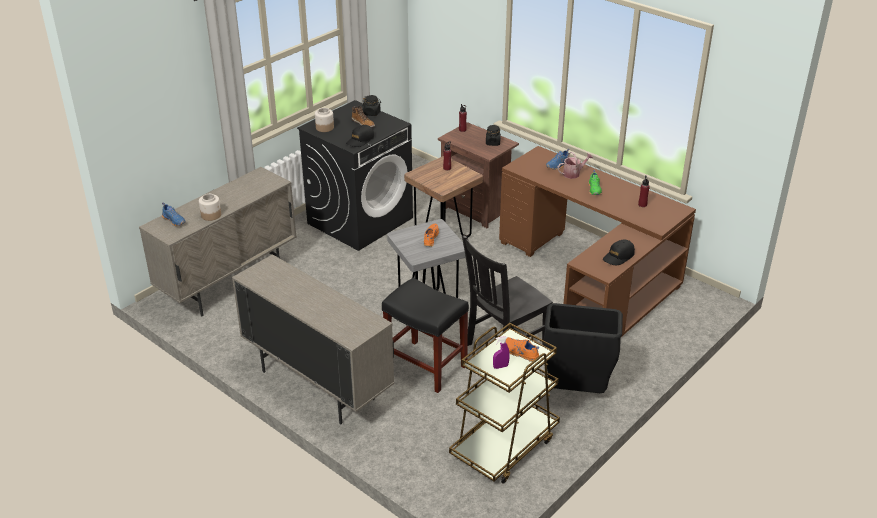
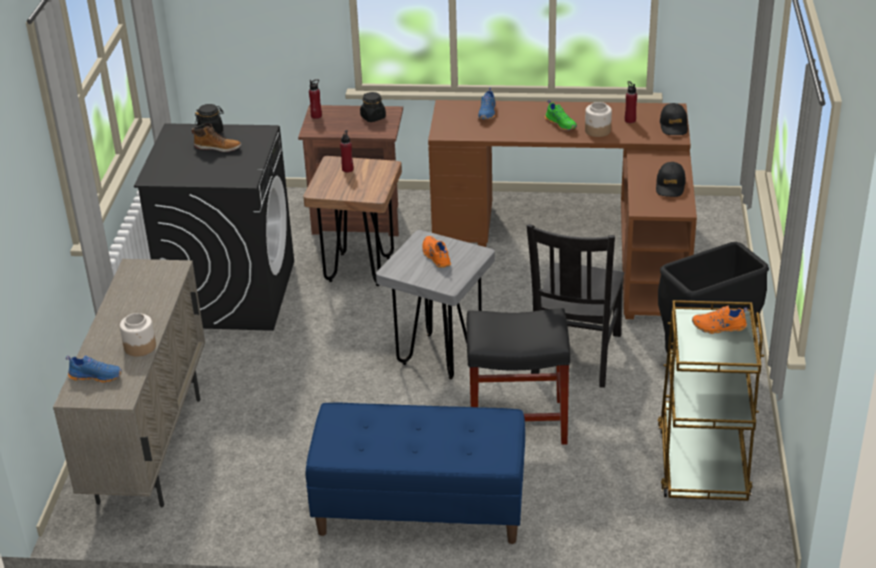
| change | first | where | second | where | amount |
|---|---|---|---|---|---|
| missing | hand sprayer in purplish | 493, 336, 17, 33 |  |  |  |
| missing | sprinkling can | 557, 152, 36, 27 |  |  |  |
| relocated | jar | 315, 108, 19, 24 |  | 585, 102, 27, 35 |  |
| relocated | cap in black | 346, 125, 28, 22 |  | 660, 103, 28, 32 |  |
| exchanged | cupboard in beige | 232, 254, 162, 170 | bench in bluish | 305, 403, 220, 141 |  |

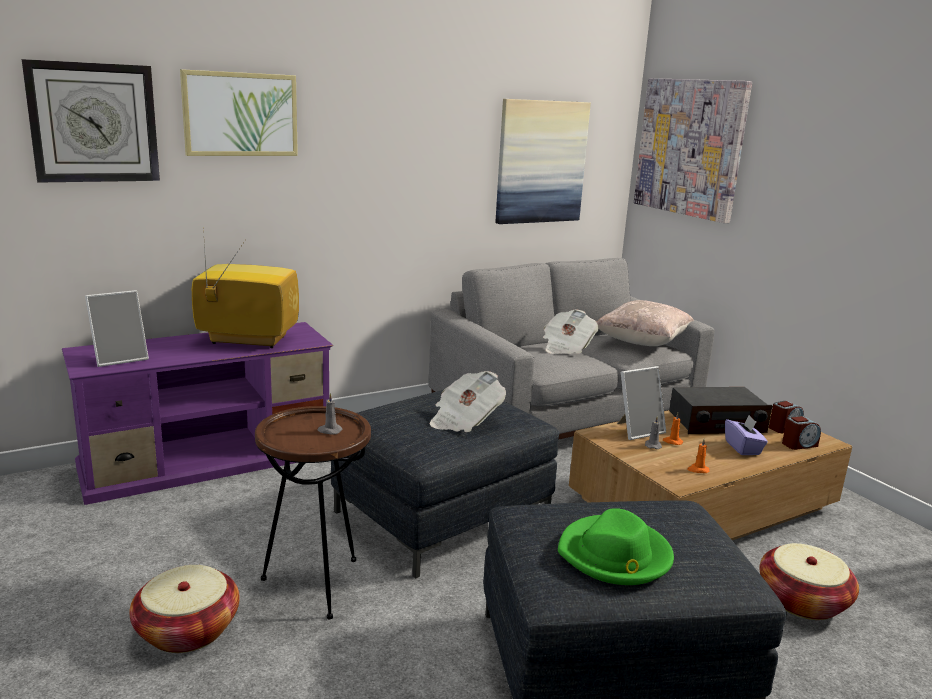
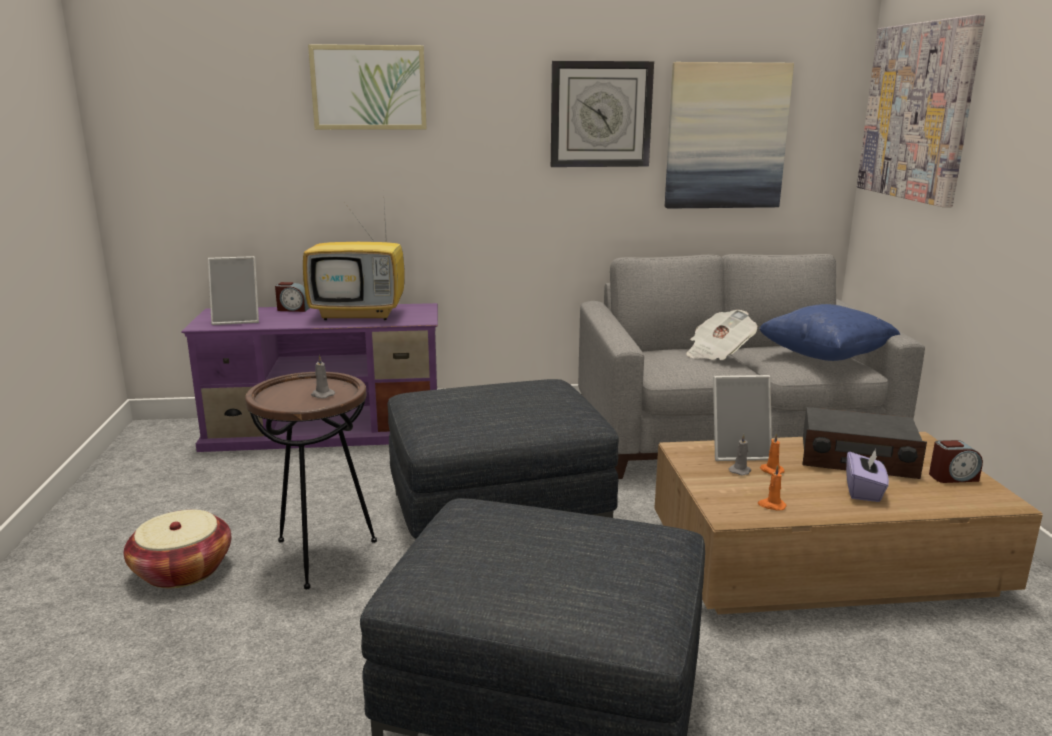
| change | first | where | second | where | amount |
|---|---|---|---|---|---|
| missing | newspaper | 430, 371, 76, 61 |  |  |  |
| missing | wearable hat in green-coloured | 558, 508, 116, 77 |  |  |  |
| missing | basket | 759, 543, 100, 77 |  |  |  |
| relocated | hanging clock | 22, 59, 138, 124 |  | 551, 61, 103, 106 |  |
| relocated | bedside clock | 782, 416, 39, 34 |  | 275, 282, 35, 30 |  |
| colour | cushion in beige | 596, 300, 98, 46 | cushion in bluish | 759, 304, 141, 57 |  |
| spun | TV set | 192, 228, 107, 120 |  | 303, 188, 102, 132 | 150 degrees clockwise |

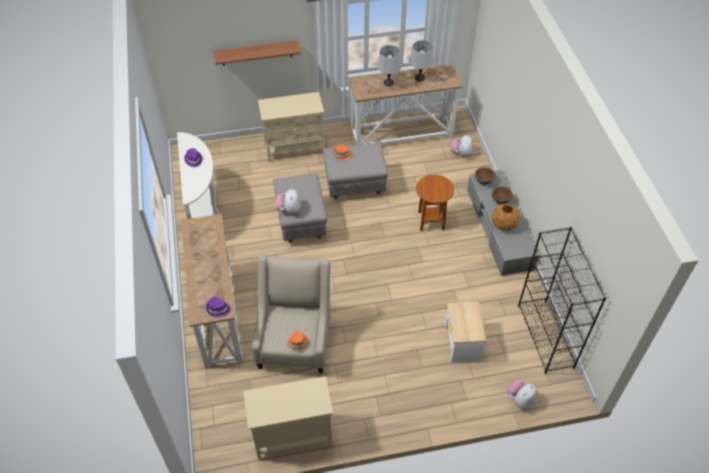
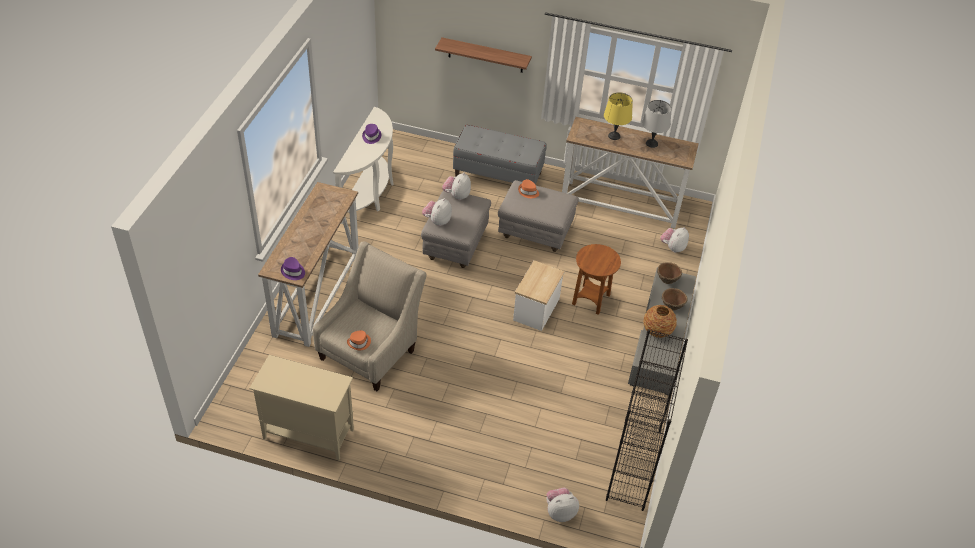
| change | first | where | second | where | amount |
|---|---|---|---|---|---|
| appeared |  |  | plush toy | 442, 173, 29, 27 |  |
| relocated | accent table | 445, 302, 41, 61 |  | 513, 260, 52, 71 |  |
| exchanged | cupboard in beige | 258, 92, 66, 70 | bench in greyish | 453, 125, 93, 60 |  |
| colour | lamp for a table in greyish | 377, 45, 25, 41 | lamp for a table in yellow-coloured | 604, 92, 29, 48 |  |

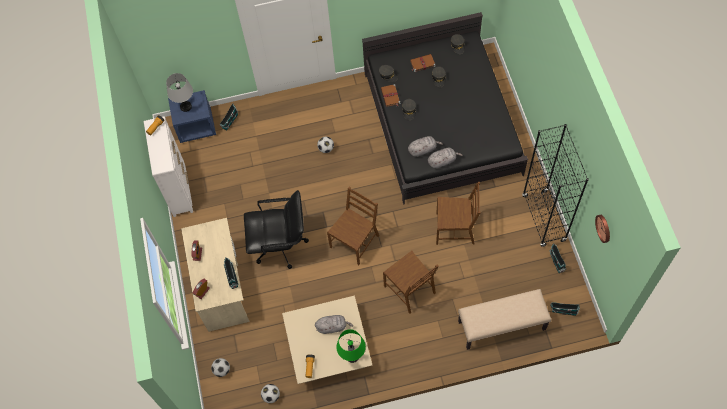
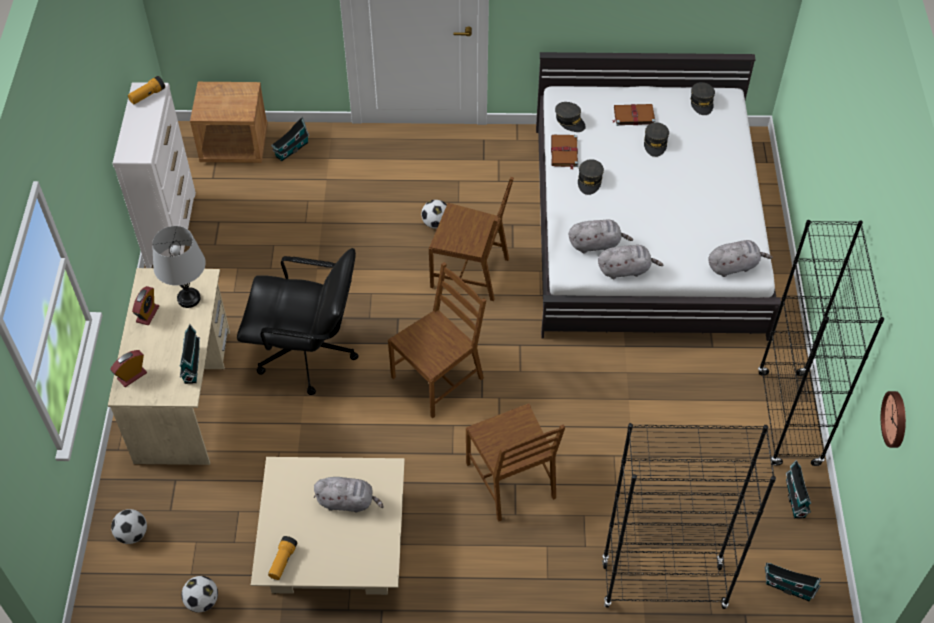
| change | first | where | second | where | amount |
|---|---|---|---|---|---|
| missing | lamp for a table in green-coloured | 336, 329, 30, 34 |  |  |  |
| appeared |  |  | plush toy in greyish | 708, 240, 65, 37 |  |
| relocated | lamp for a table in greyish | 166, 73, 27, 39 |  | 152, 226, 54, 82 |  |
| relocated | chair in brownish | 436, 182, 44, 63 |  | 429, 177, 85, 124 |  |
| exchanged | bench in beige | 458, 289, 93, 61 | shelving unit in black | 602, 423, 174, 186 |  |
| colour | nightstand in bluish | 168, 90, 48, 53 | nightstand in brownish | 190, 82, 78, 81 |  |
| colour | bedroom bed in black | 362, 12, 166, 193 | bedroom bed in white-coloured | 536, 52, 245, 289 |  |

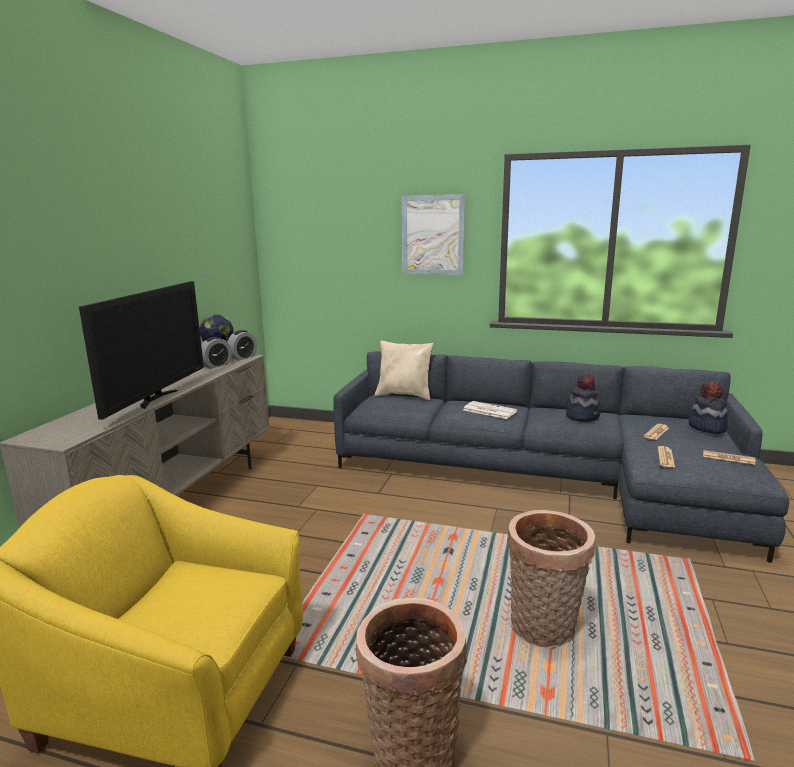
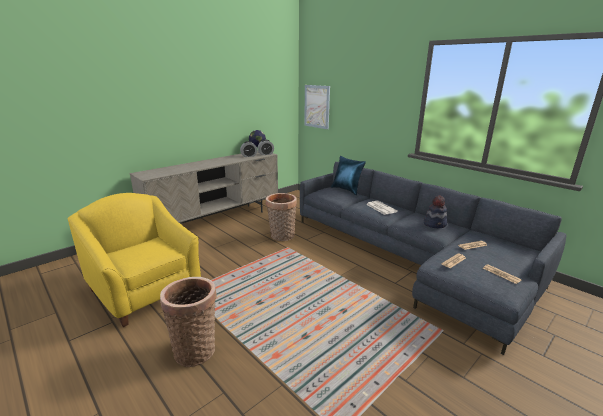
| change | first | where | second | where | amount |
|---|---|---|---|---|---|
| missing | TV set | 79, 281, 125, 139 |  |  |  |
| missing | wearable hat | 689, 381, 39, 53 |  |  |  |
| relocated | wall art | 402, 194, 63, 81 |  | 304, 85, 26, 44 |  |
| relocated | basket | 507, 510, 88, 138 |  | 266, 193, 31, 48 |  |
| colour | cushion in beige | 374, 341, 60, 59 | cushion in bluish | 331, 156, 35, 39 |  |

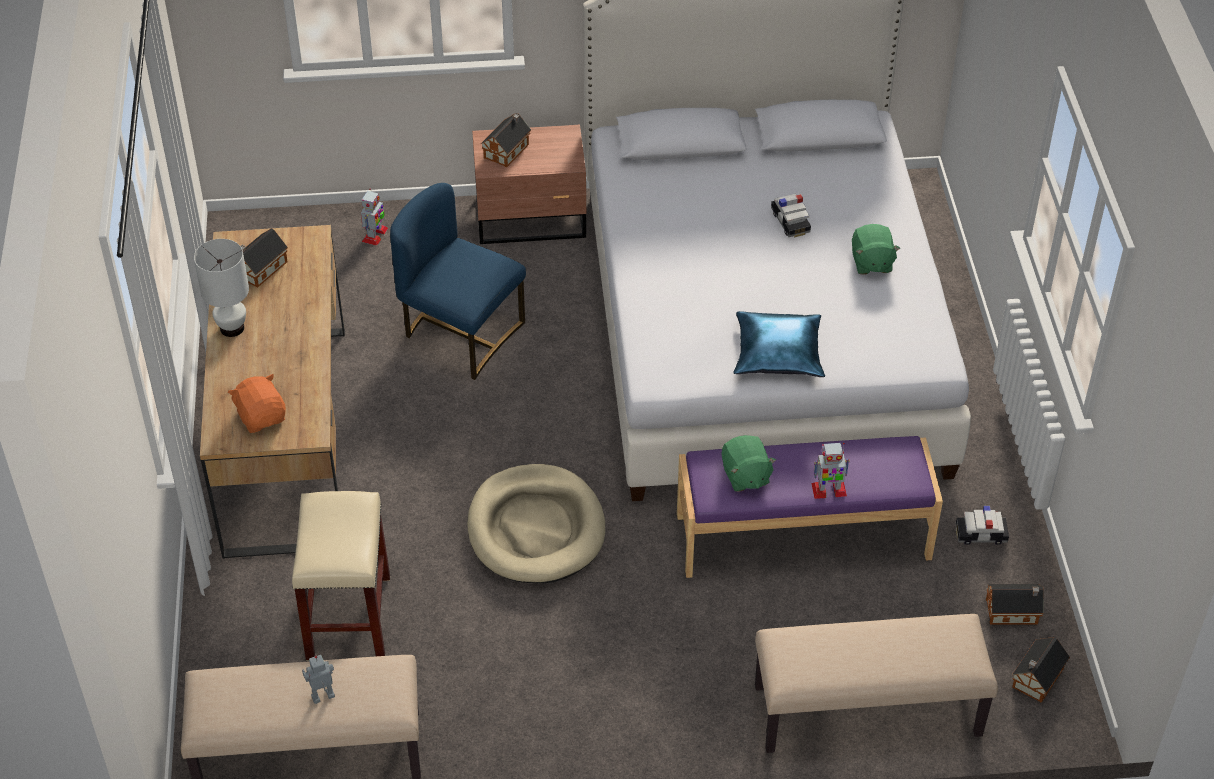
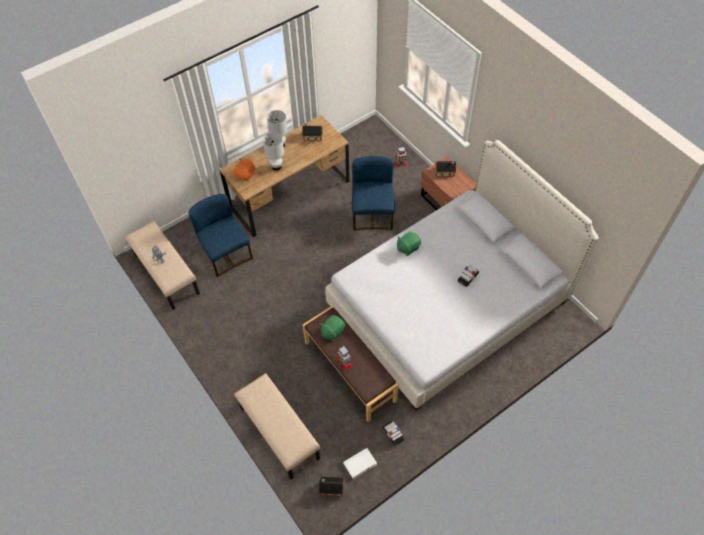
| change | first | where | second | where | amount |
|---|---|---|---|---|---|
| missing | dog bed in beige | 467, 464, 138, 119 |  |  |  |
| missing | cushion in bluish | 734, 311, 91, 66 |  |  |  |
| appeared |  |  | lamp for a table in white-coloured | 263, 132, 21, 39 |  |
| relocated | plush toy in green-coloured | 852, 224, 48, 51 |  | 397, 232, 24, 24 |  |
| exchanged | stool in beige | 292, 491, 98, 169 | chair in bluish | 189, 194, 64, 83 |  |
| exchanged | toy house | 986, 584, 58, 41 | book in white-coloured | 343, 448, 34, 31 |  |
| colour | bench in purplish | 677, 436, 266, 142 | bench in brownish | 303, 306, 96, 116 |  |

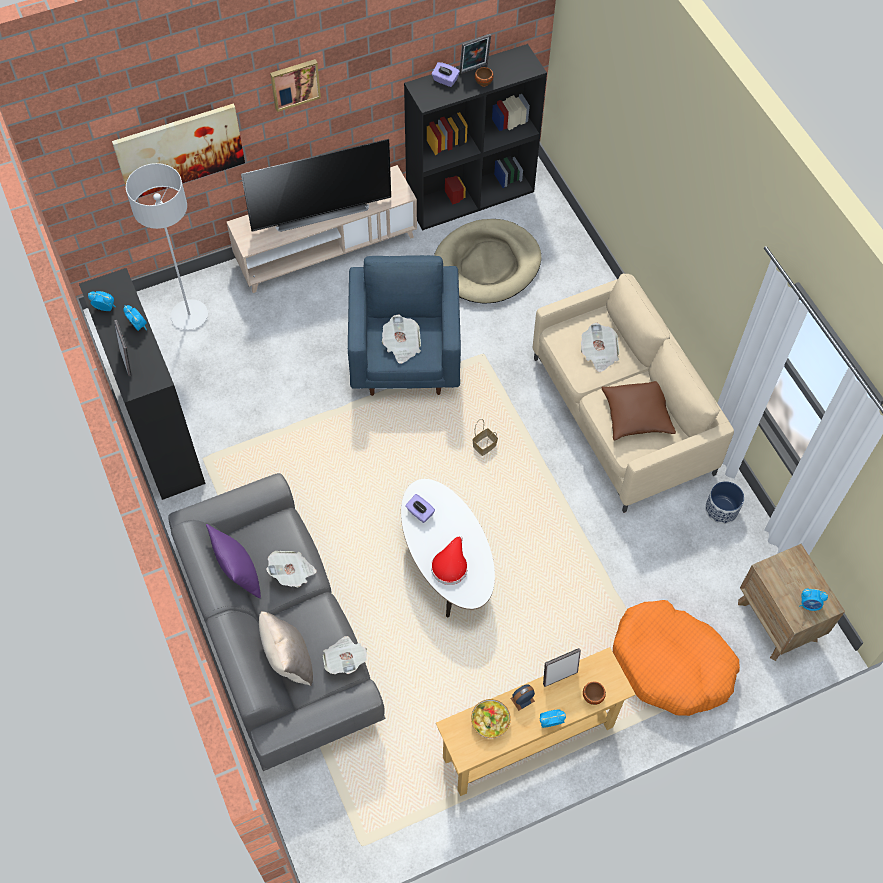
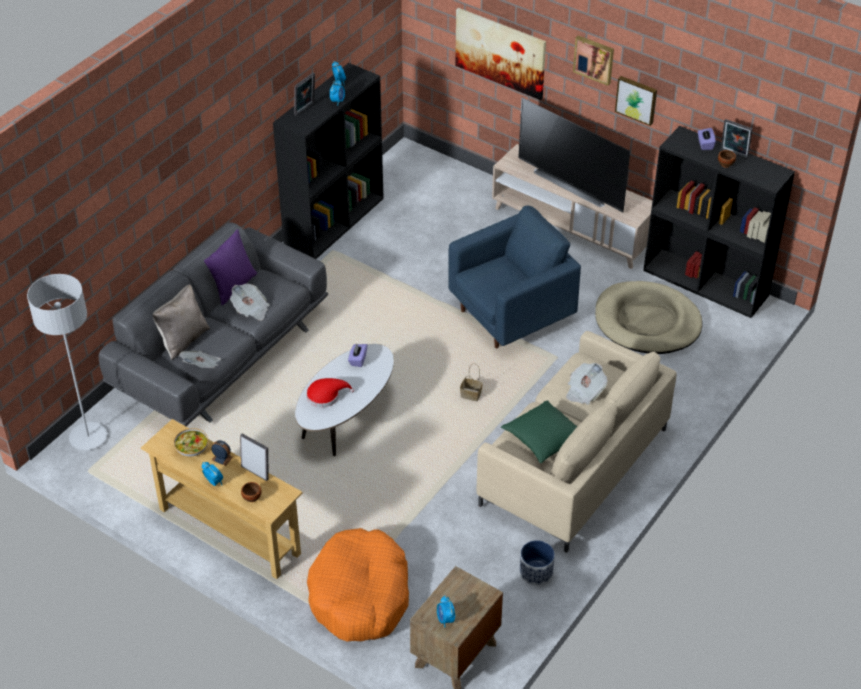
| change | first | where | second | where | amount |
|---|---|---|---|---|---|
| missing | newspaper | 382, 315, 39, 49 |  |  |  |
| appeared |  |  | wall art | 615, 76, 42, 50 |  |
| relocated | standing lamp in greyish | 126, 163, 82, 167 |  | 27, 274, 80, 176 |  |
| colour | cushion in brownish | 601, 381, 75, 60 | cushion in green-coloured | 501, 400, 76, 63 |  |

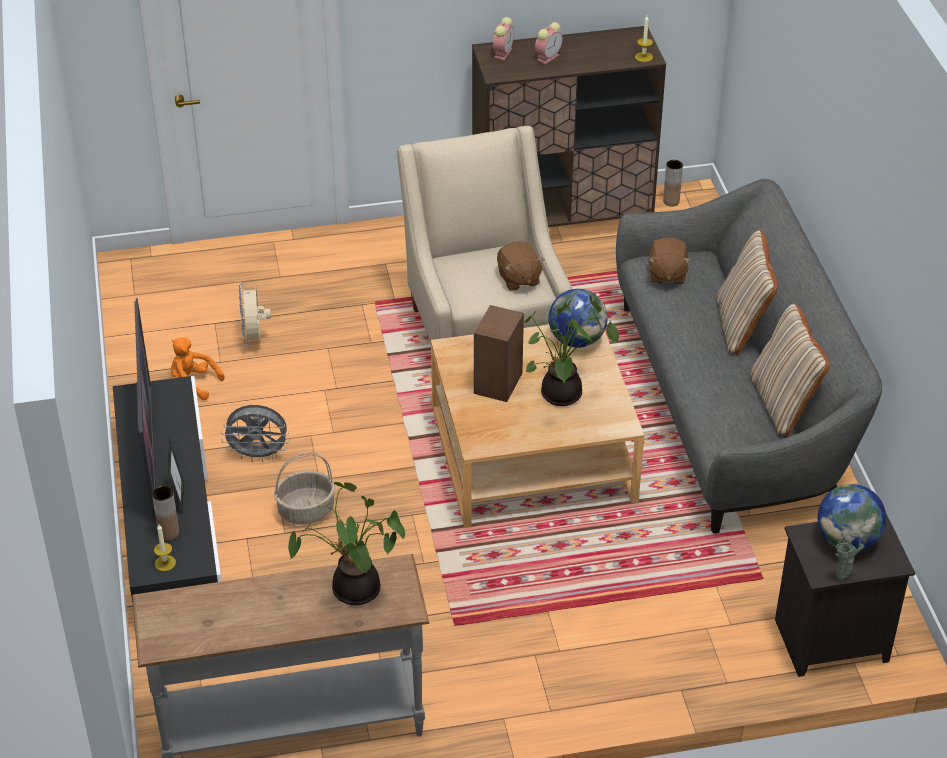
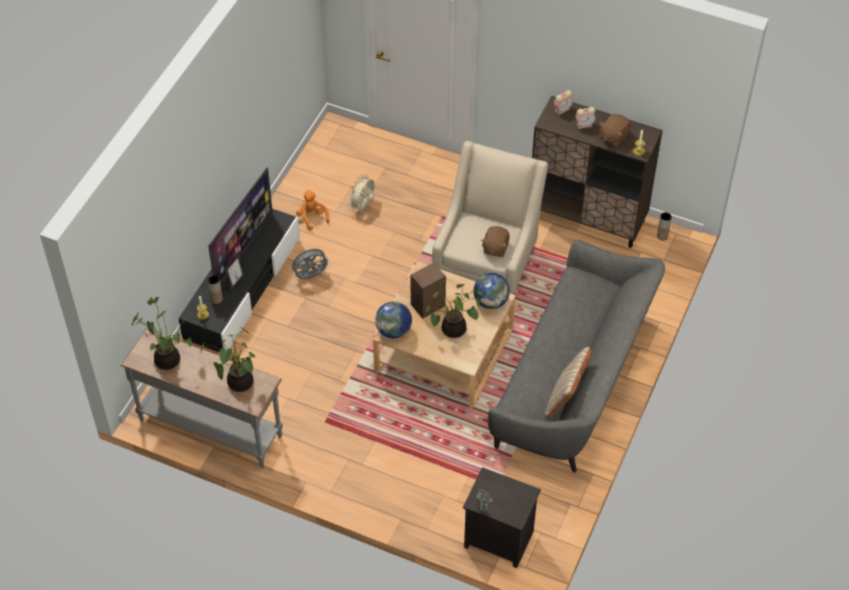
| change | first | where | second | where | amount |
|---|---|---|---|---|---|
| missing | basket | 274, 453, 61, 72 |  |  |  |
| missing | cushion in beige | 717, 230, 61, 125 |  |  |  |
| appeared |  |  | houseplant | 132, 297, 62, 73 |  |
| relocated | plush toy in brownish | 648, 237, 43, 48 |  | 600, 114, 31, 32 |  |
| relocated | globe | 818, 484, 68, 67 |  | 375, 302, 37, 36 |  |
| spun | fan in greyish | 221, 405, 69, 57 |  | 292, 249, 39, 33 | 60 degrees counterclockwise |

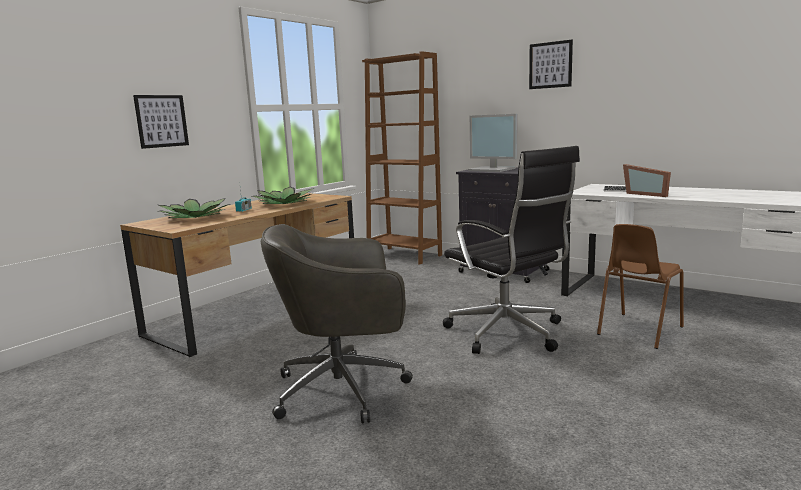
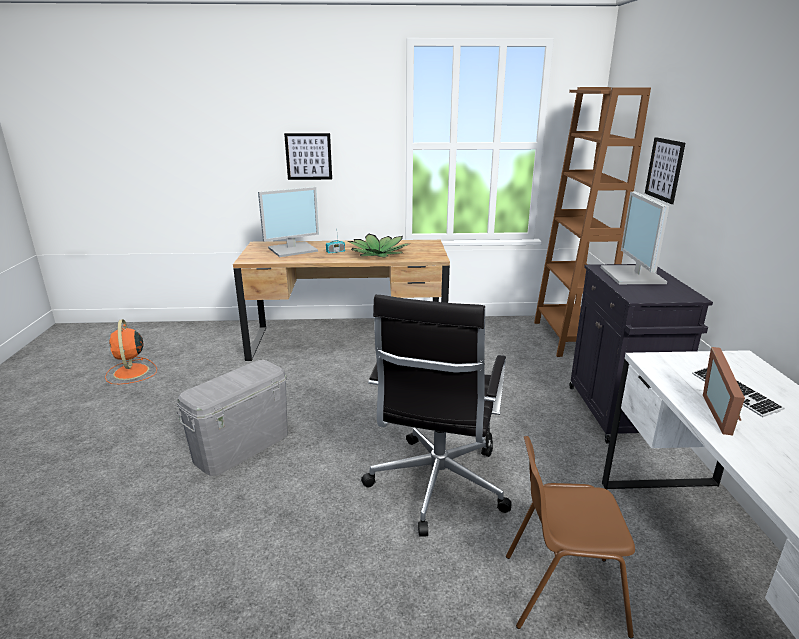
| change | first | where | second | where | amount |
|---|---|---|---|---|---|
| appeared |  |  | fan in orange-coloured | 105, 319, 52, 65 |  |
| relocated | wall art | 529, 40, 44, 49 |  | 645, 137, 40, 67 |  |
| exchanged | houseplant | 159, 198, 71, 20 | computer screen | 258, 187, 61, 70 |  |
| exchanged | desk chair in greyish | 261, 224, 152, 199 | storage container in greyish | 176, 360, 112, 116 |  |

